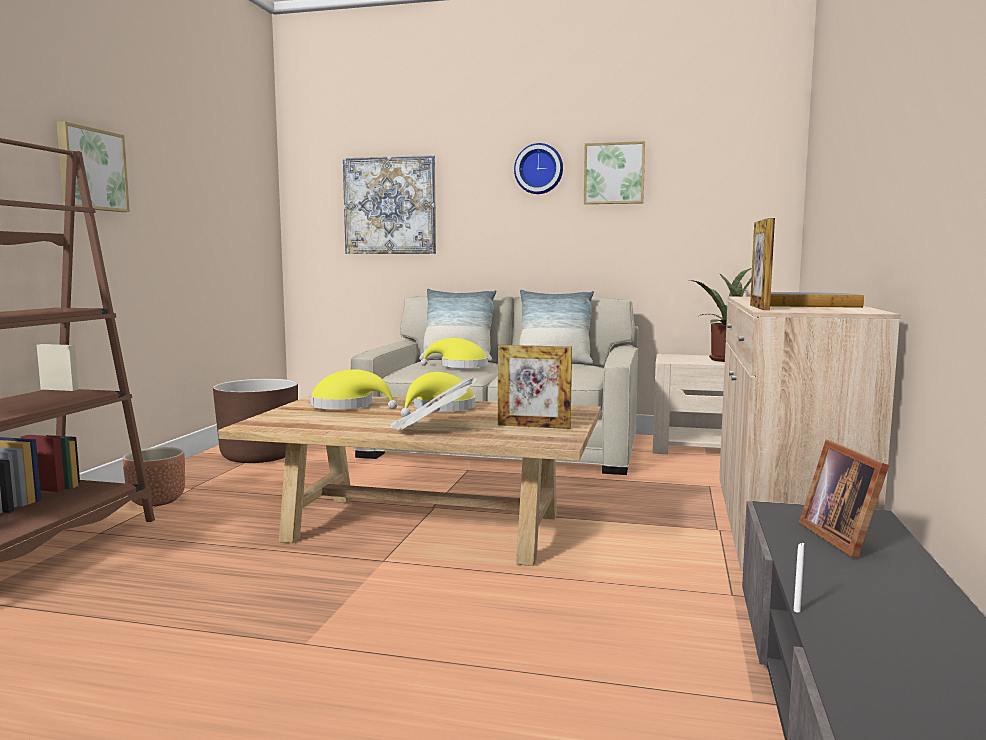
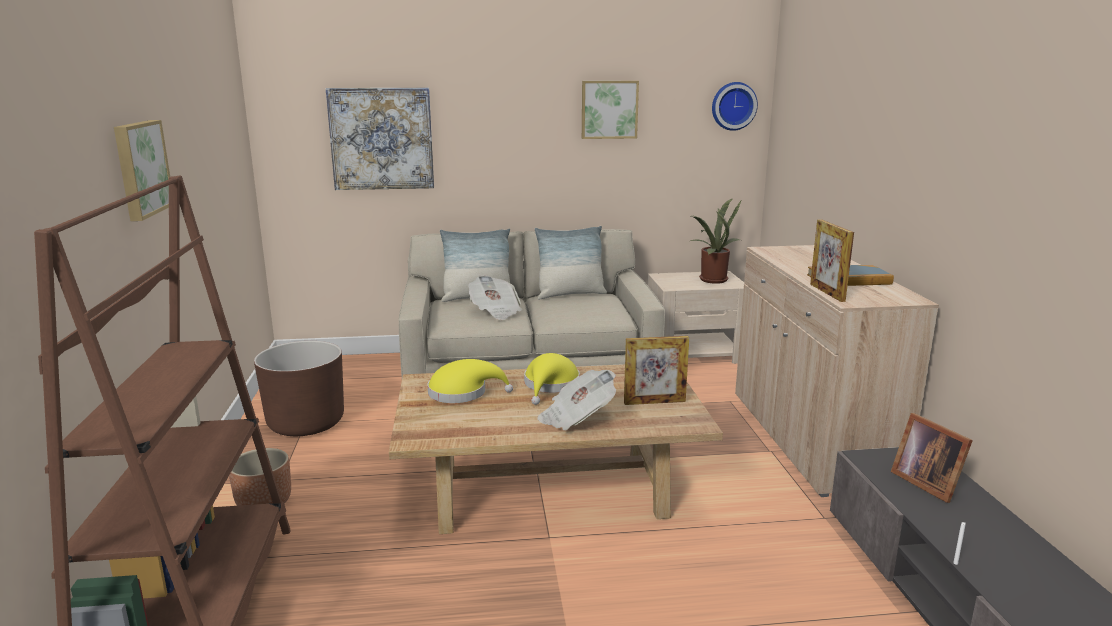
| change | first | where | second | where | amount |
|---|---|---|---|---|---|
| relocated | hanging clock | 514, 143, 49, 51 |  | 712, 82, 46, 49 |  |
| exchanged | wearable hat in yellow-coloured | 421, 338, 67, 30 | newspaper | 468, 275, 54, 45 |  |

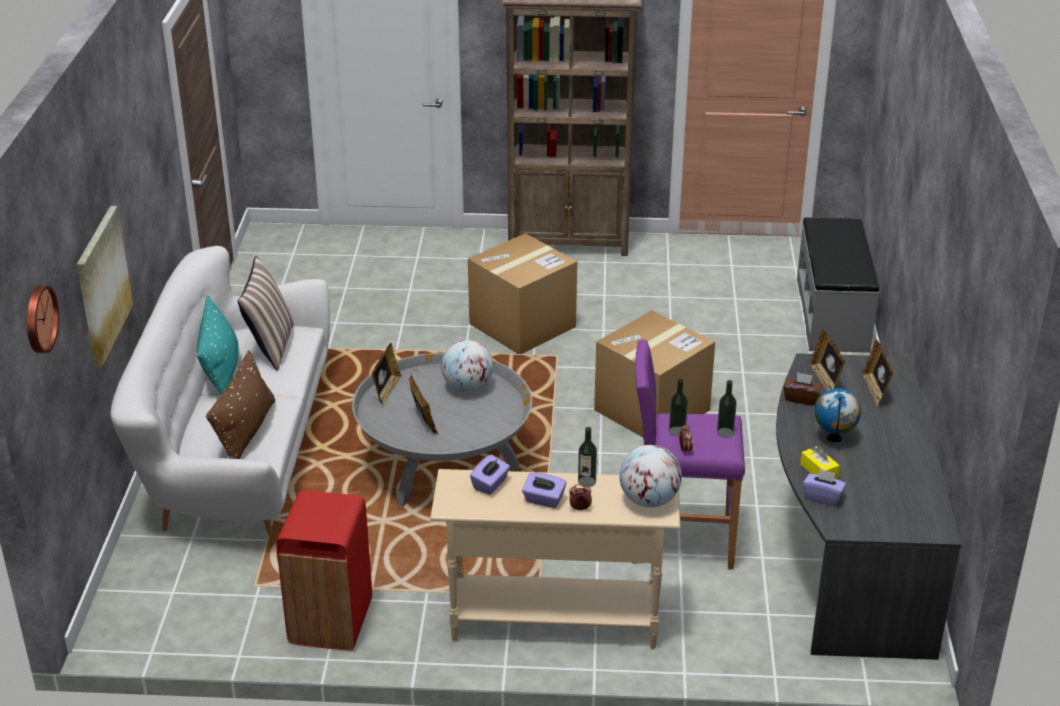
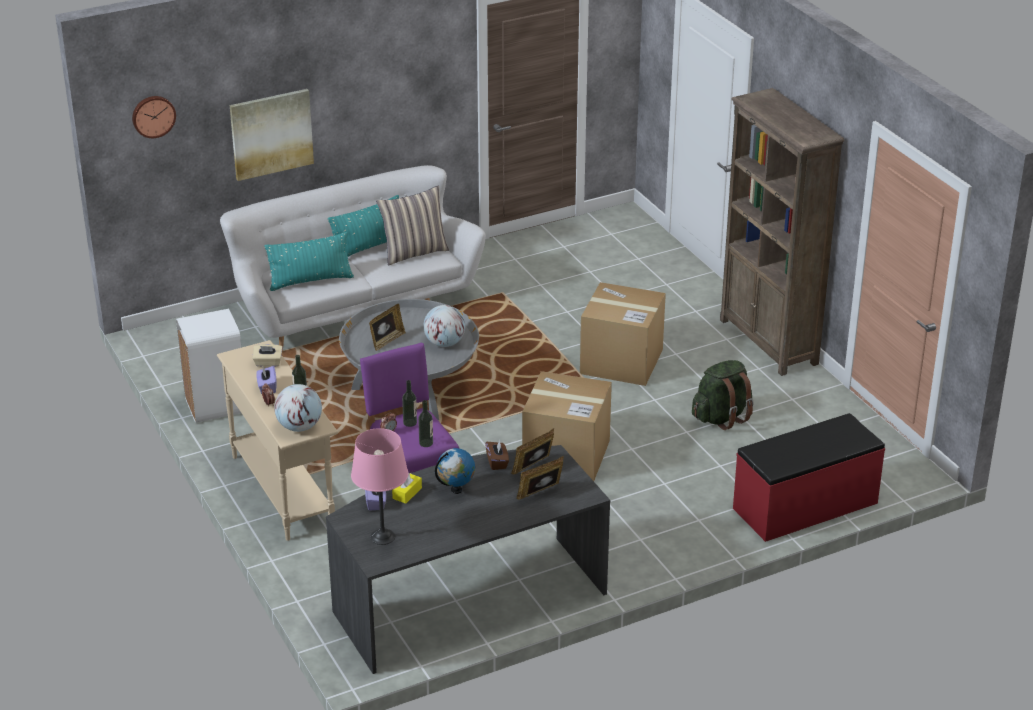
| change | first | where | second | where | amount |
|---|---|---|---|---|---|
| missing | photo frame | 372, 343, 30, 63 |  |  |  |
| appeared |  |  | lamp for a table in pink-coloured | 351, 428, 57, 117 |  |
| appeared |  |  | backpack in green-coloured | 692, 360, 62, 70 |  |
| colour | cushion in brownish | 206, 351, 69, 108 | cushion in blue-green | 264, 232, 90, 59 |  |
| colour | trash can in reddish | 276, 490, 96, 161 | trash can in white-coloured | 176, 309, 65, 114 |  |
| colour | box of tissues in purplish | 470, 455, 40, 40 | box of tissues in beige | 252, 344, 31, 23 |  |
| colour | bench in greyish | 797, 217, 82, 136 | bench in reddish | 733, 413, 152, 129 |  |

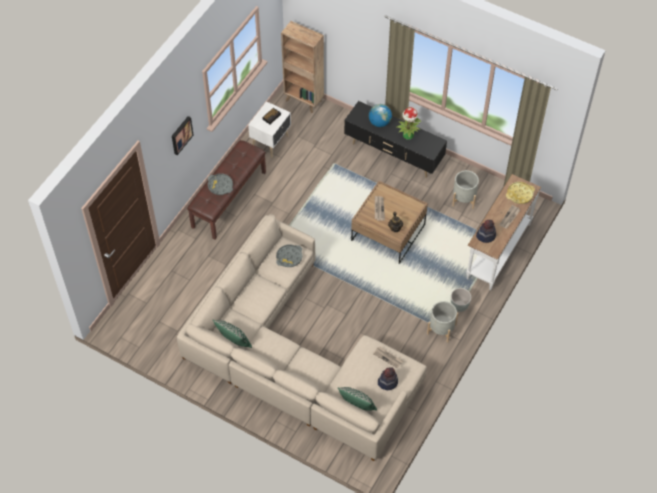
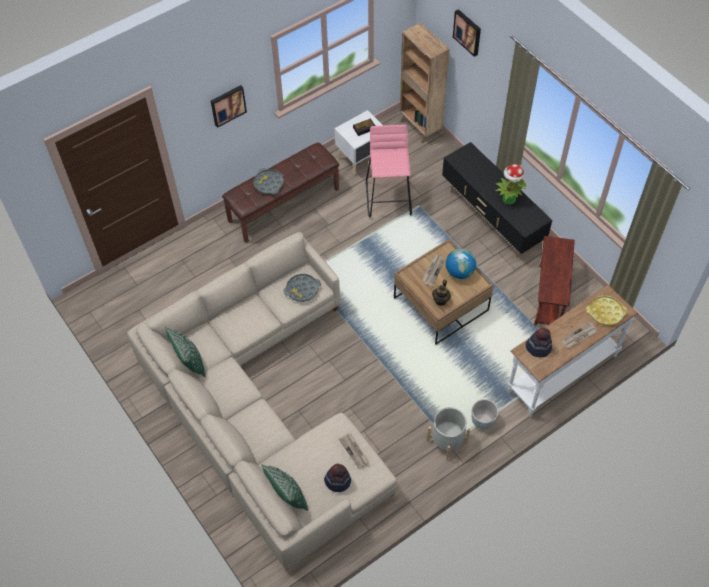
| change | first | where | second | where | amount |
|---|---|---|---|---|---|
| appeared |  |  | stool in pink-coloured | 366, 124, 46, 93 |  |
| appeared |  |  | wall art | 453, 9, 28, 48 |  |
| relocated | globe | 369, 104, 23, 23 |  | 446, 248, 30, 31 |  |
| exchanged | planter in greyish | 452, 170, 27, 39 | accent table in brownish | 534, 236, 41, 90 |  |

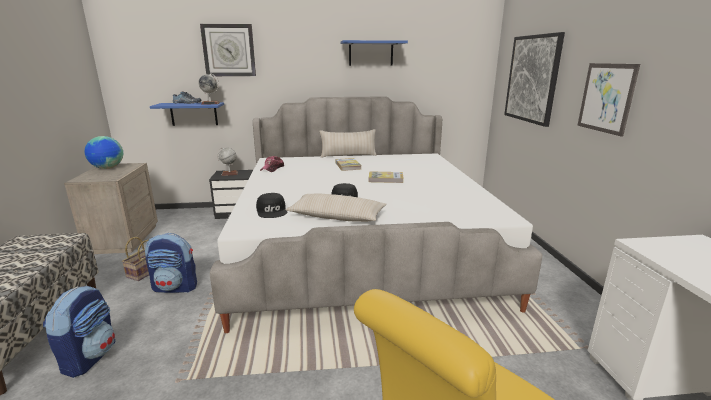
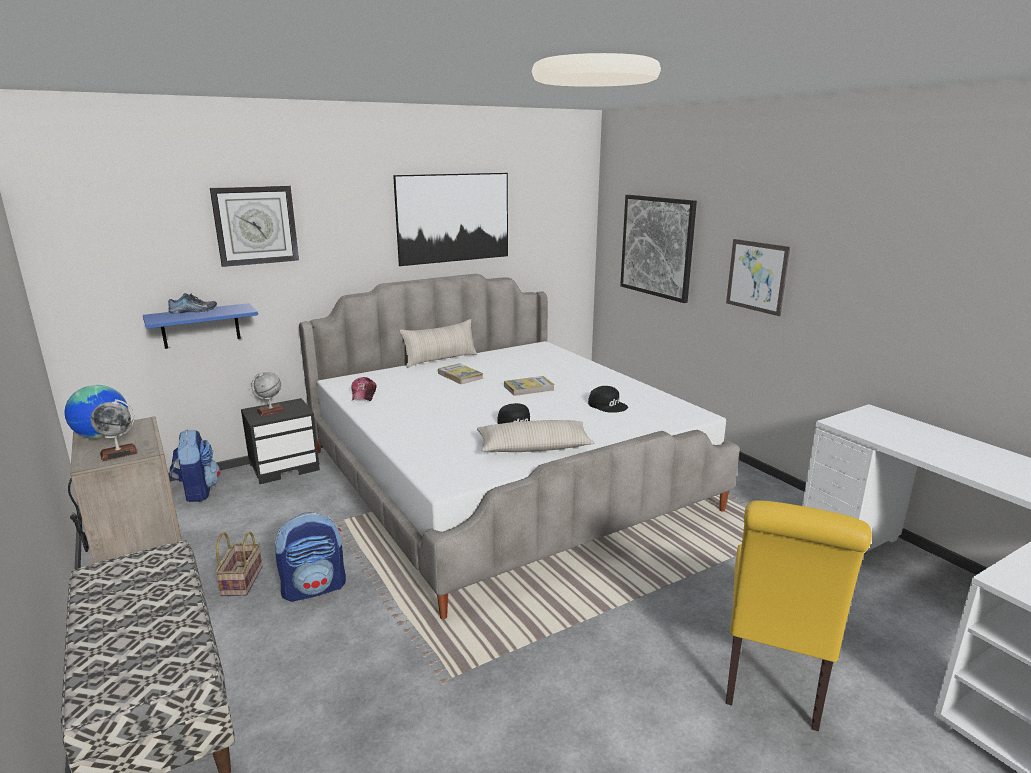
| change | first | where | second | where | amount |
|---|---|---|---|---|---|
| relocated | backpack | 43, 286, 72, 92 |  | 170, 429, 50, 73 |  |
| relocated | globe | 199, 73, 21, 32 |  | 91, 399, 47, 62 |  |
| relocated | cap in black | 256, 193, 31, 25 |  | 588, 386, 40, 27 |  |
| exchanged | wall shelf in bluish | 341, 40, 67, 26 | wall art | 393, 173, 115, 93 |  |

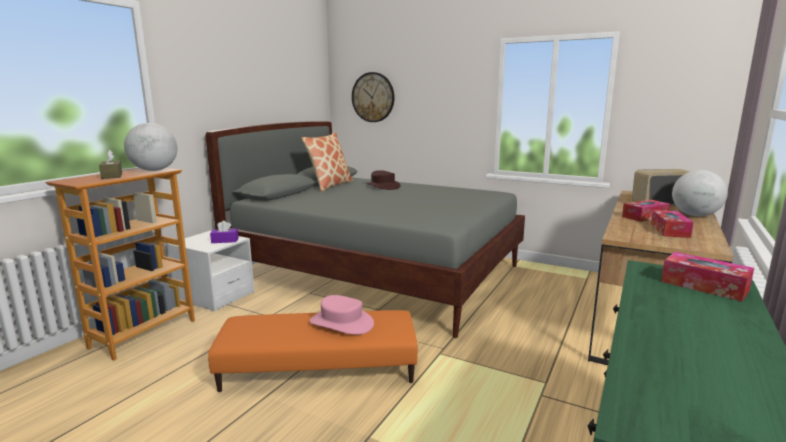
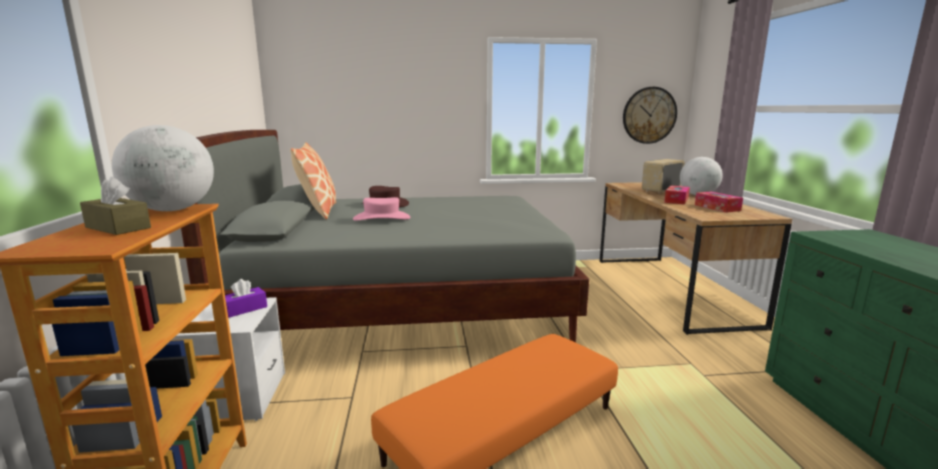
| change | first | where | second | where | amount |
|---|---|---|---|---|---|
| missing | box of tissues | 661, 252, 93, 50 |  |  |  |
| relocated | wearable hat in pink-coloured | 309, 295, 65, 40 |  | 353, 197, 57, 24 |  |
| relocated | hanging clock | 352, 72, 43, 50 |  | 623, 87, 54, 57 |  |

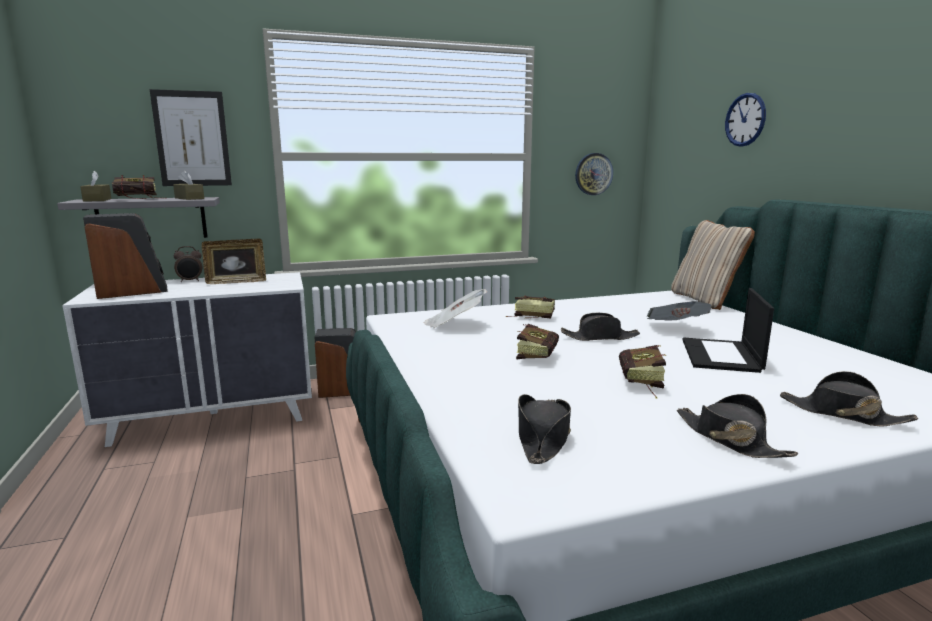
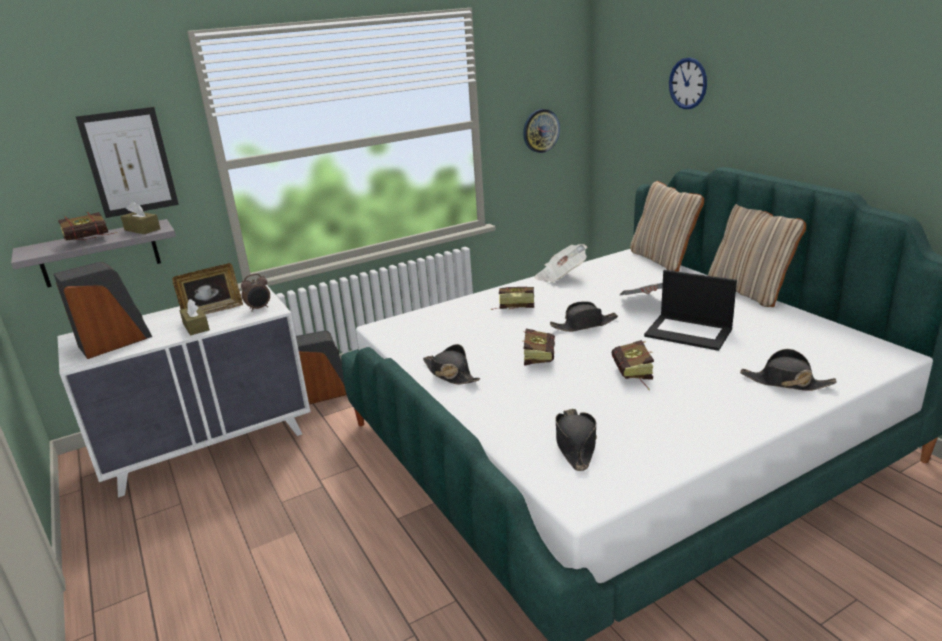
| change | first | where | second | where | amount |
|---|---|---|---|---|---|
| appeared |  |  | cushion in beige | 708, 204, 98, 103 |  |
| relocated | box of tissues in brownish | 80, 171, 32, 31 |  | 180, 299, 30, 36 |  |
| relocated | bedside clock | 174, 246, 28, 36 |  | 241, 274, 29, 38 |  |
| relocated | newspaper | 424, 289, 63, 39 |  | 535, 244, 52, 39 |  |
| relocated | wearable hat in black | 677, 394, 121, 64 |  | 423, 344, 57, 41 |  |
| spun | laptop | 682, 288, 92, 85 |  | 644, 270, 93, 81 | 60 degrees counterclockwise |

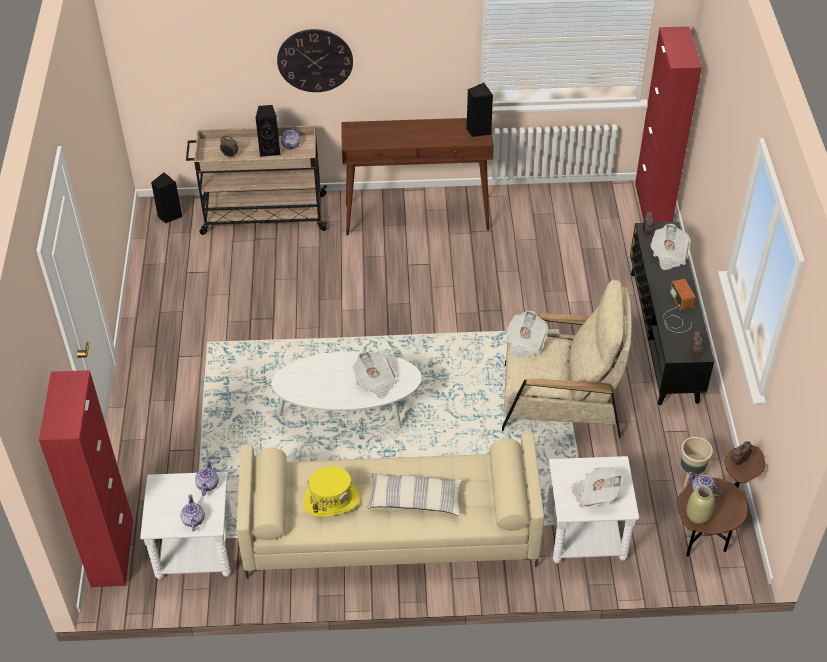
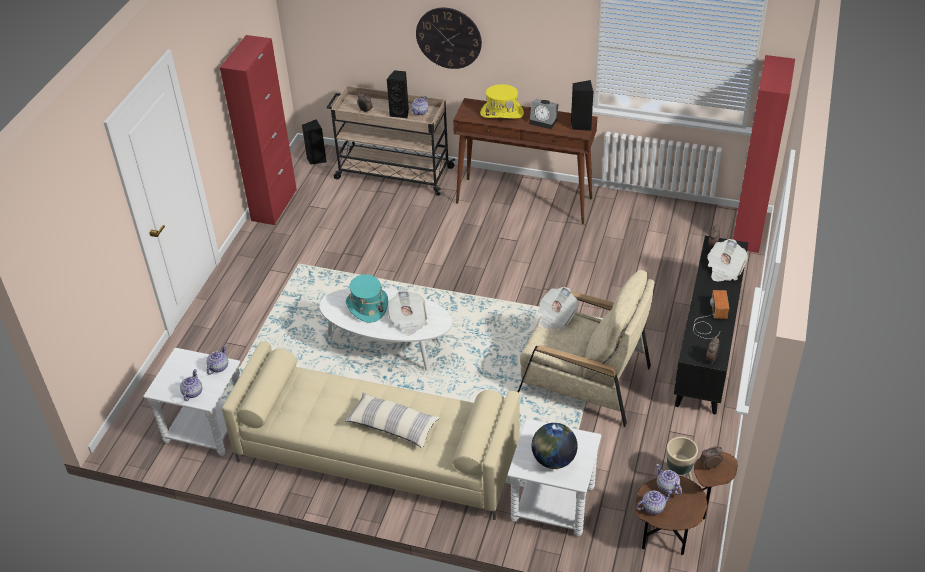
| change | first | where | second | where | amount |
|---|---|---|---|---|---|
| appeared |  |  | wearable hat in blue-green | 346, 274, 42, 49 |  |
| appeared |  |  | bedside clock | 529, 99, 30, 30 |  |
| relocated | cupboard in reddish | 39, 370, 94, 217 |  | 220, 35, 77, 190 |  |
| relocated | wearable hat in yellow-coloured | 303, 466, 57, 51 |  | 480, 84, 44, 35 |  |
| exchanged | newspaper | 570, 467, 53, 40 | globe | 532, 423, 46, 46 |  |
| exchanged | decorative vase in beige | 686, 486, 29, 38 | teapot | 637, 490, 35, 24 |  |

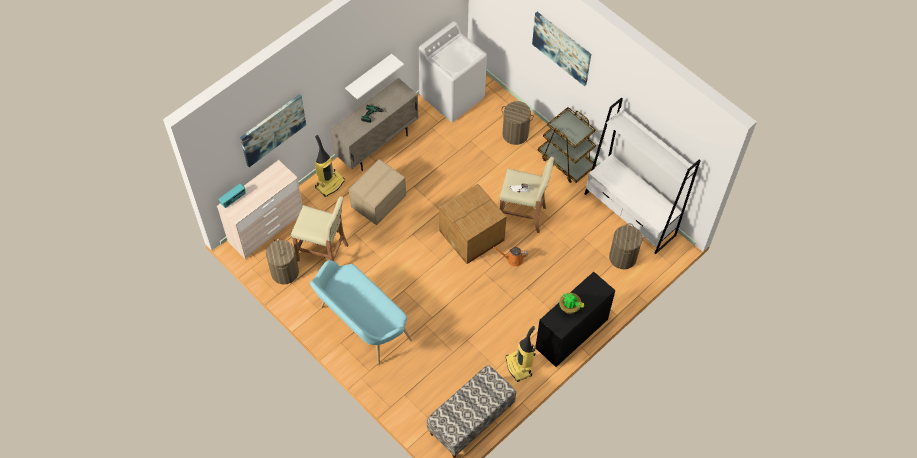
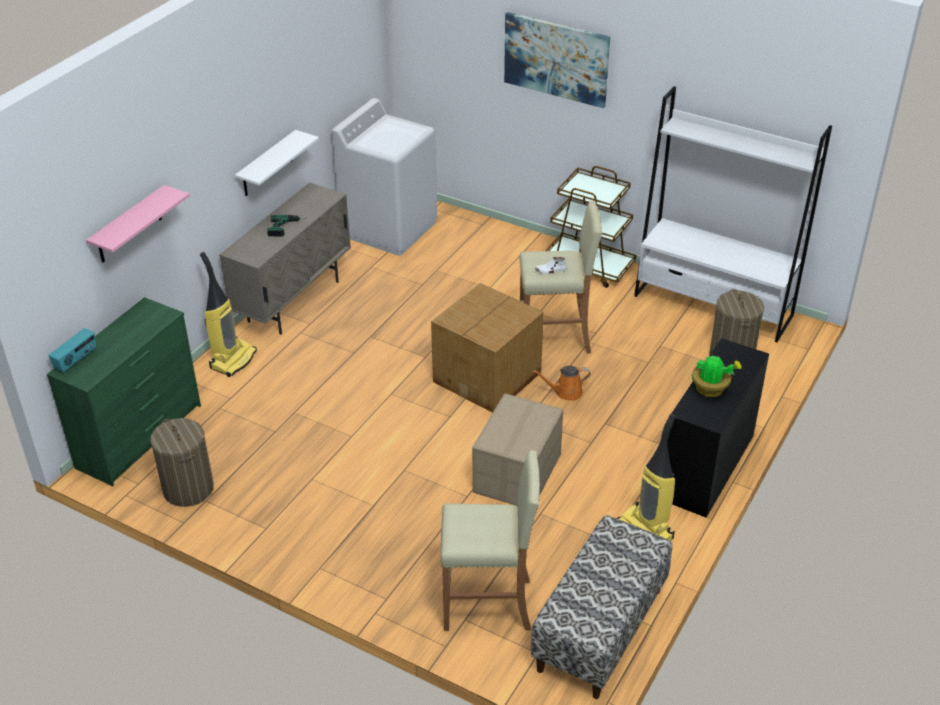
| change | first | where | second | where | amount |
|---|---|---|---|---|---|
| missing | bench in blue-green | 310, 260, 102, 105 |  |  |  |
| missing | hamper | 501, 101, 33, 44 |  |  |  |
| relocated | stool in beige | 291, 196, 57, 66 |  | 440, 450, 100, 181 |  |
| relocated | carton | 349, 159, 57, 66 |  | 472, 393, 91, 113 |  |
| exchanged | wall art | 240, 94, 66, 73 | wall shelf in pink-coloured | 86, 185, 104, 77 |  |
| colour | drawer chest in beige | 217, 160, 86, 100 | drawer chest in green-coloured | 47, 297, 154, 189 |  |

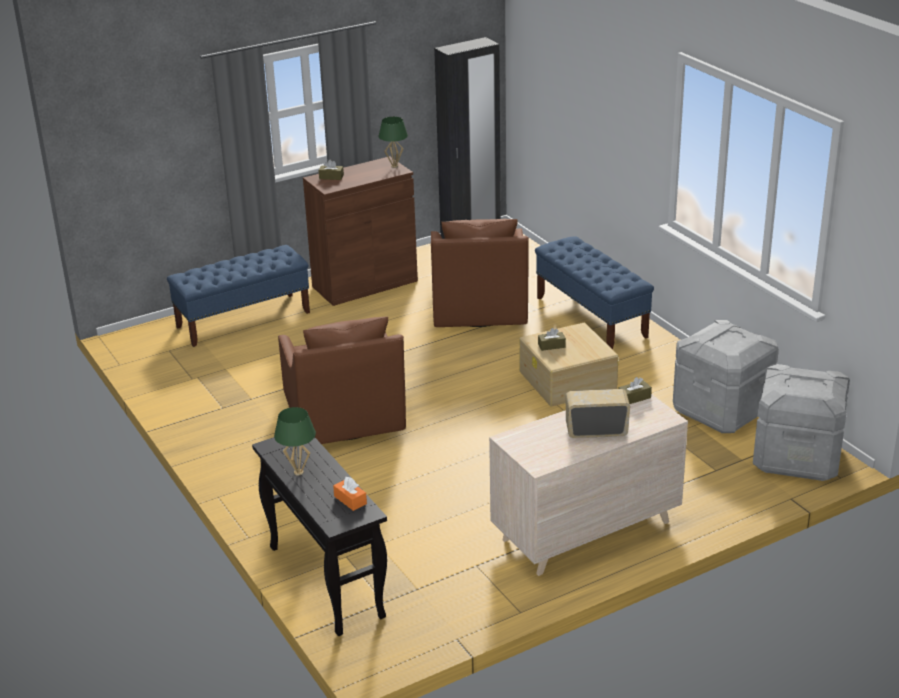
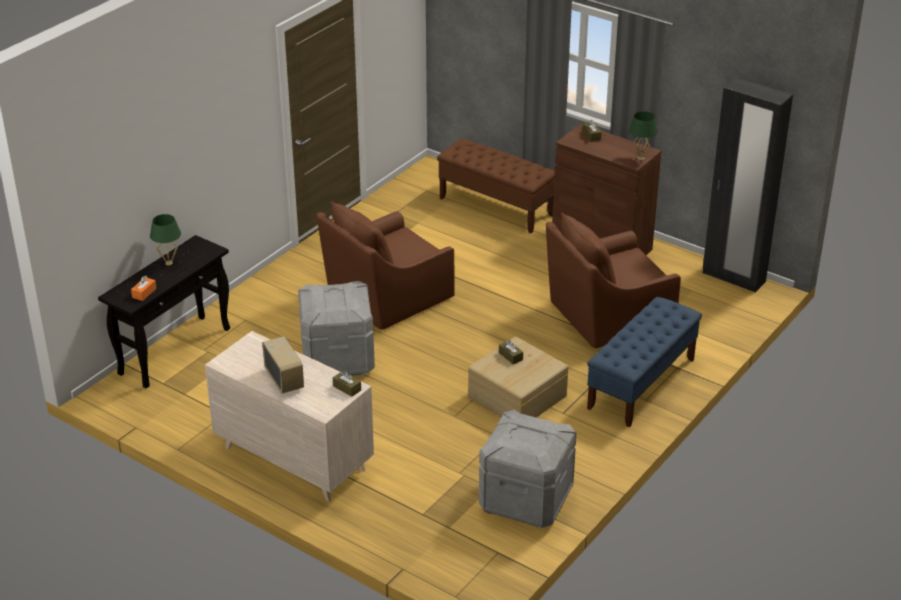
| change | first | where | second | where | amount |
|---|---|---|---|---|---|
| relocated | storage container in greyish | 753, 364, 97, 117 |  | 298, 281, 77, 95 |  |
| colour | bench in bluish | 167, 245, 143, 102 | bench in brownish | 437, 138, 118, 95 |  |

